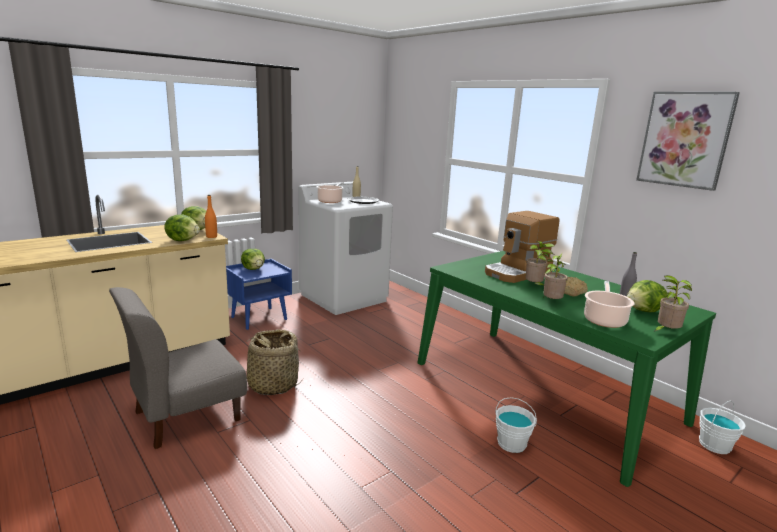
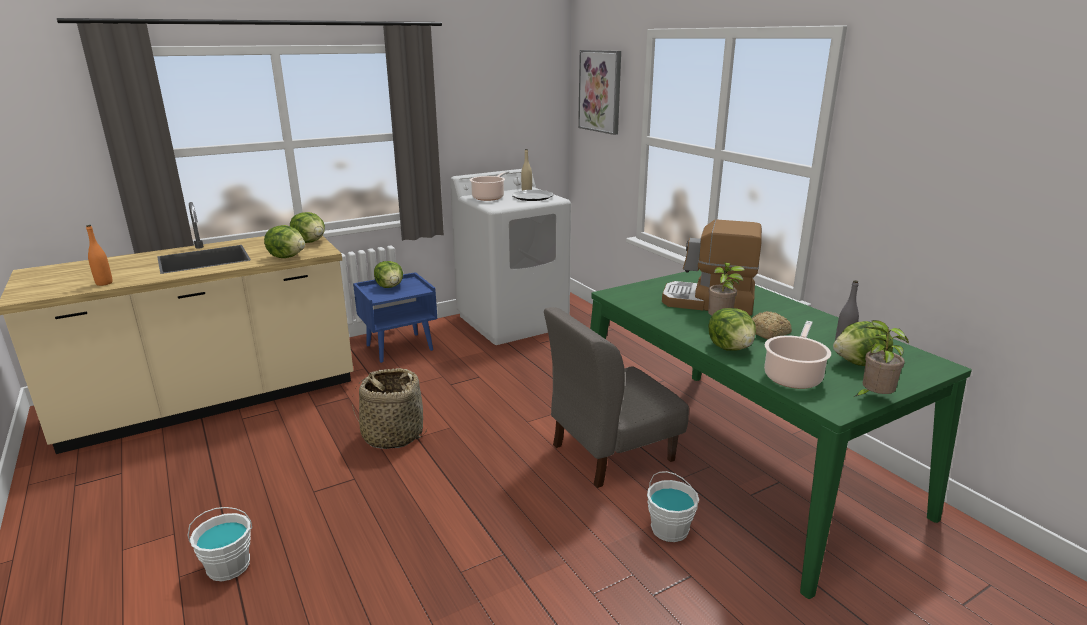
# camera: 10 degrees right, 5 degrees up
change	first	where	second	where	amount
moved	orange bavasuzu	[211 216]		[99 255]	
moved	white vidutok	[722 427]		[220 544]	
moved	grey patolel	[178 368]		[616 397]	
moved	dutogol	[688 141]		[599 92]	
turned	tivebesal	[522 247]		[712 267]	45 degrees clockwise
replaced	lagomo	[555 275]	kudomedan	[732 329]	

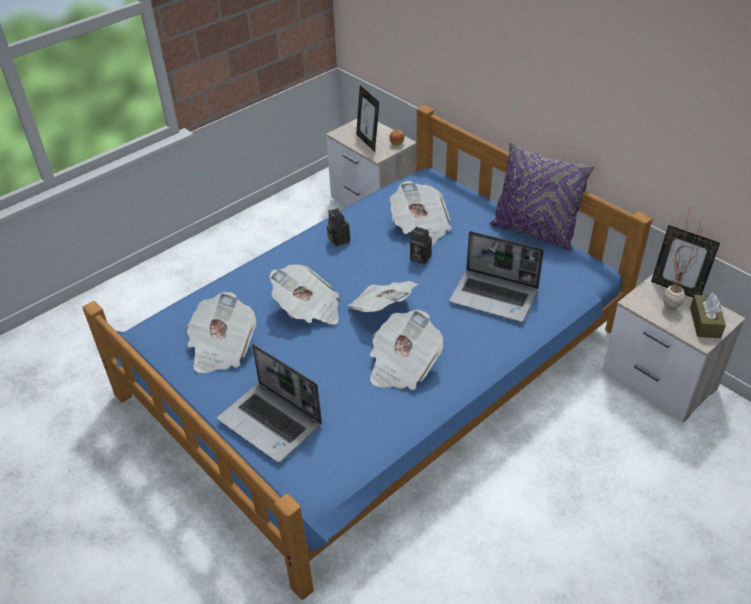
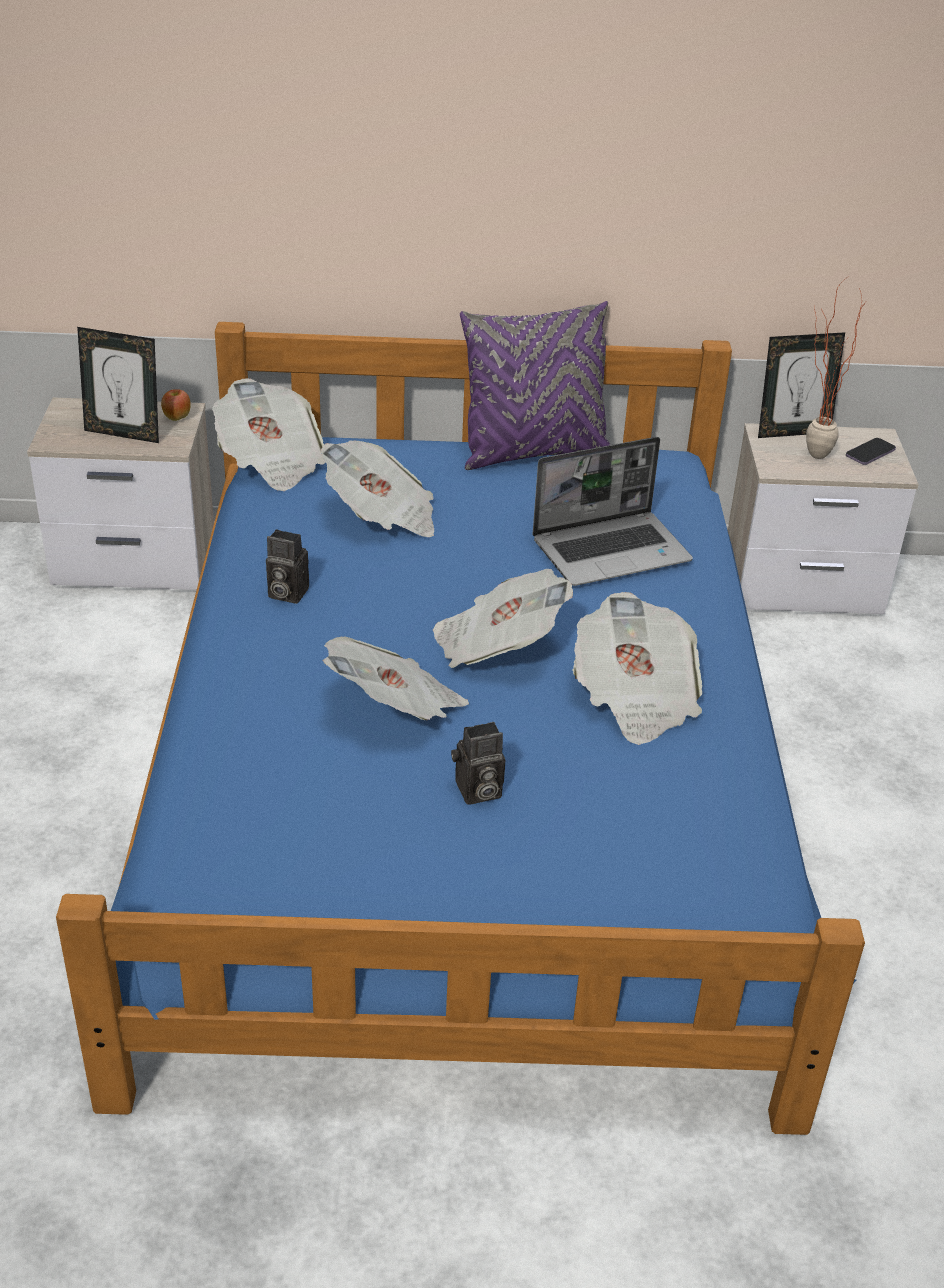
# camera: 50 degrees left, 5 degrees down
change	first	where	second	where	amount
moved	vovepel	[221 332]		[268 434]	
moved	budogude	[421 245]		[478 763]	
replaced	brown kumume	[708 315]	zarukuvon	[871 451]	
removed	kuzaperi	[269 403]			

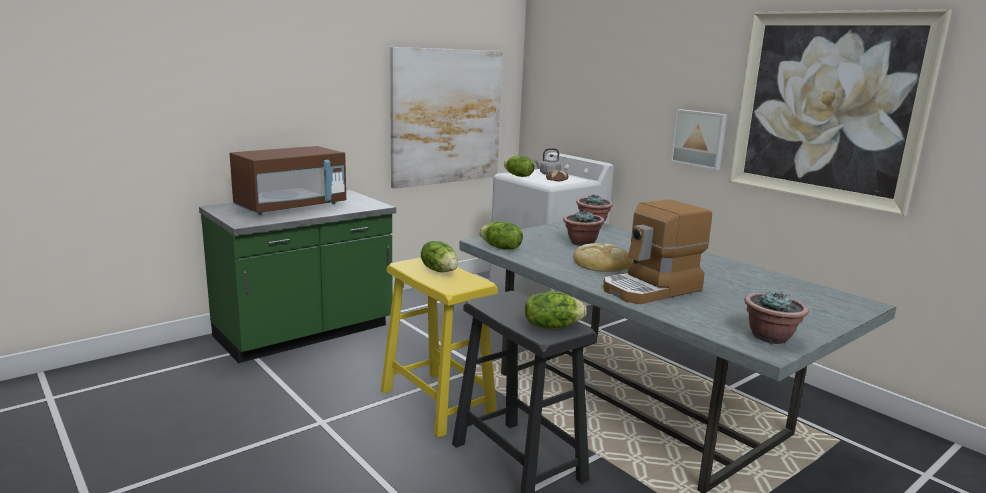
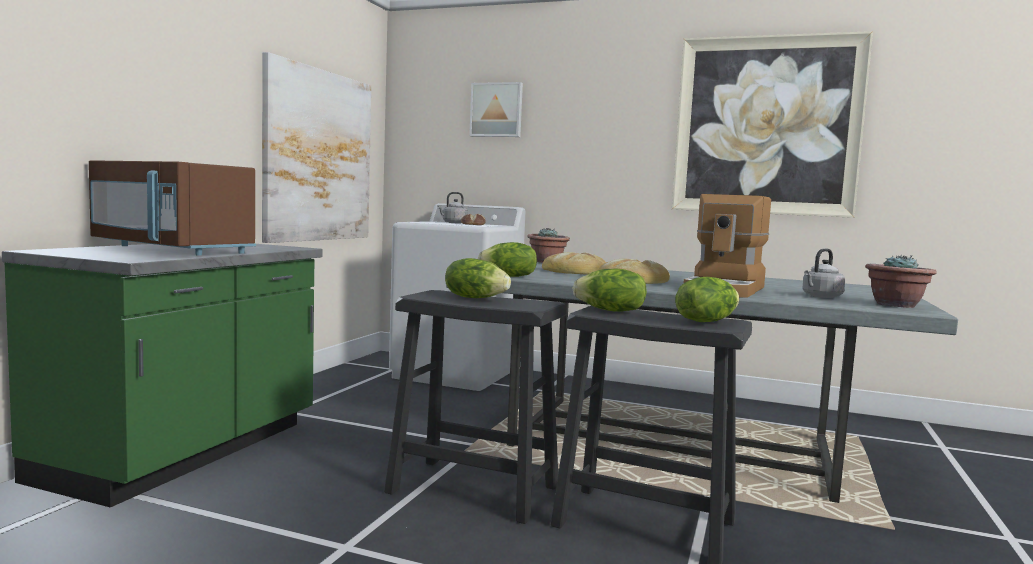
# camera: 30 degrees left, 10 degrees down
change	first	where	second	where	amount
turned	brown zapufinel	[288 180]		[172 208]	105 degrees clockwise
recoloured	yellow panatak	[439 347]	black panatak	[475 407]	
moved	dutogol	[699 139]		[496 109]	
replaced	lagomo	[584 228]	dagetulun	[574 263]	
moved	kudomedan	[519 166]		[610 290]	
added			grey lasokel	[823 273]	

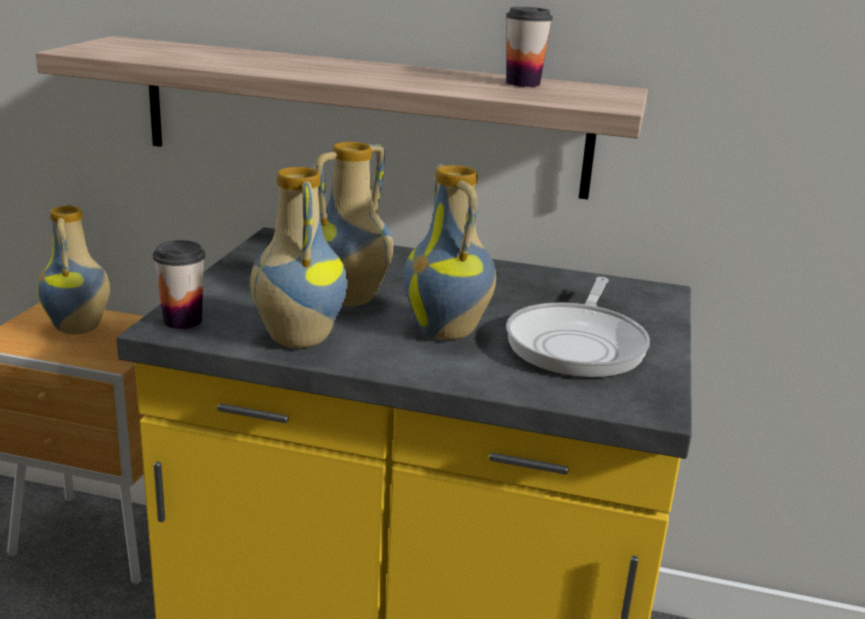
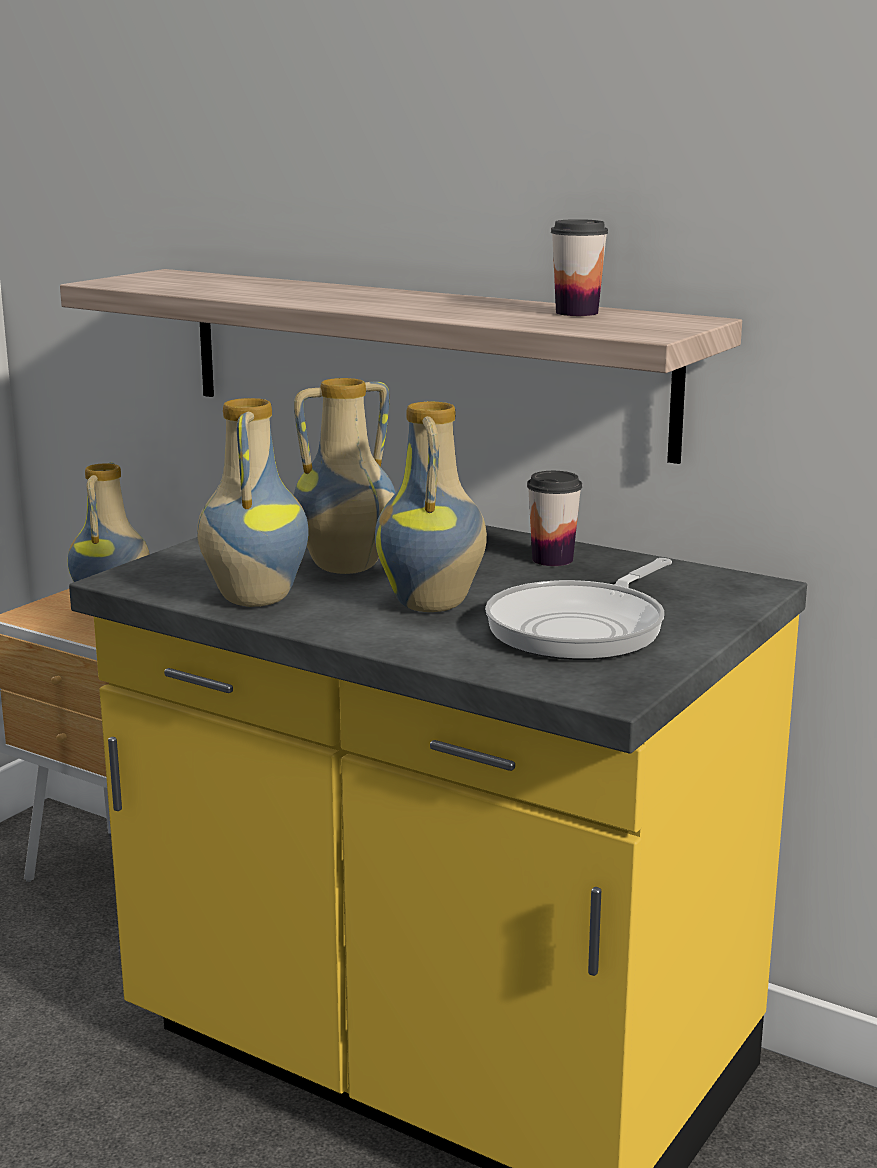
# camera: 20 degrees right, 5 degrees down
change	first	where	second	where	amount
moved	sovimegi	[179 284]		[554 518]	

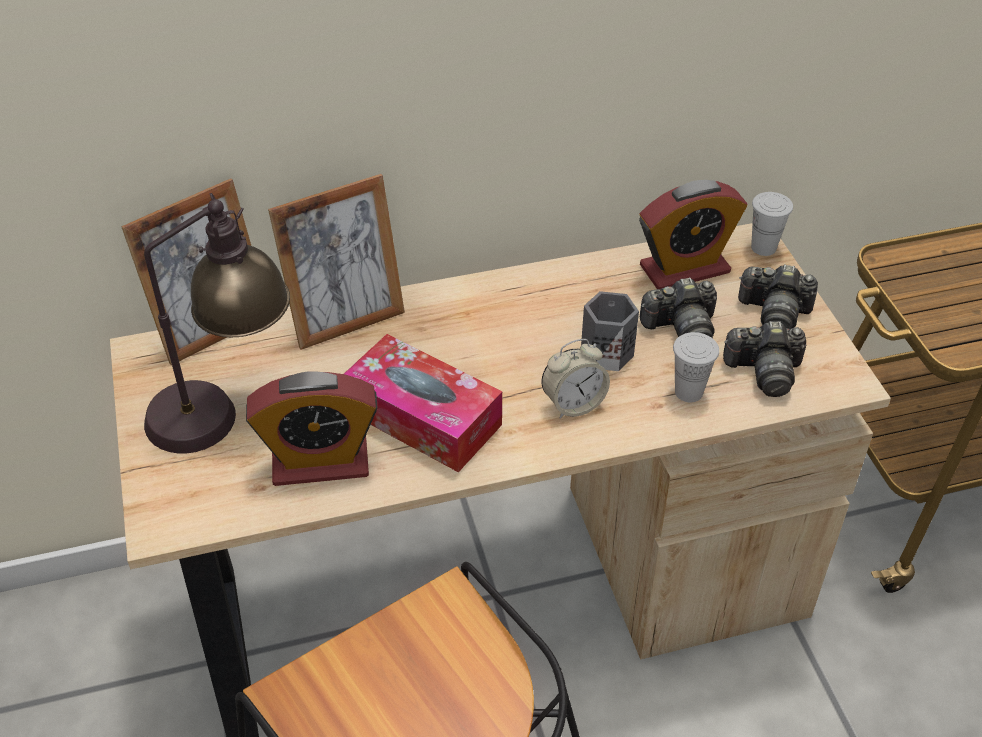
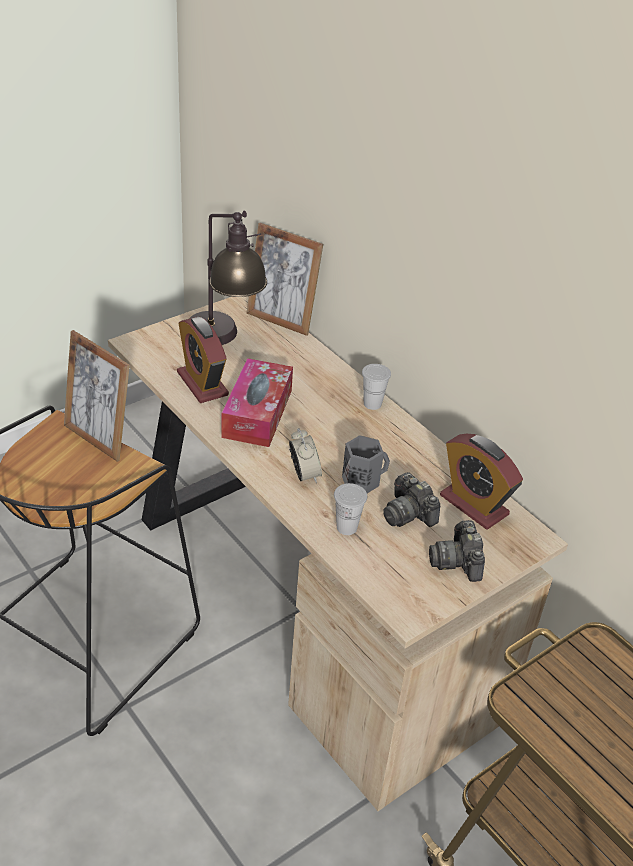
# camera: 65 degrees right, 5 degrees down
change	first	where	second	where	amount
moved	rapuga	[336 262]		[97 396]	
turned	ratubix	[575 378]		[305 455]	150 degrees counterclockwise
moved	white sovimegi	[772 224]		[376 387]	
removed	budogude	[764 359]			

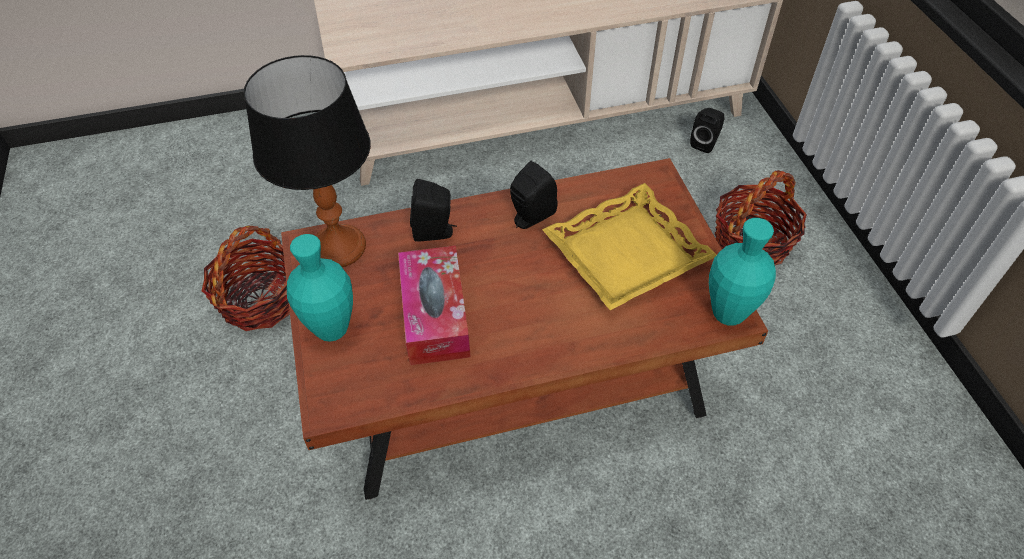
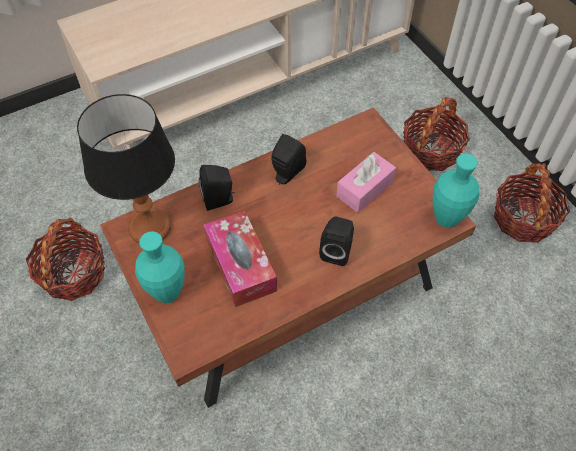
# camera: 15 degrees left, 5 degrees up
change	first	where	second	where	amount
moved	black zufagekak	[707 130]		[336 241]	
replaced	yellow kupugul	[629 246]	pink kumume	[366 182]	
added			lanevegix	[532 203]	

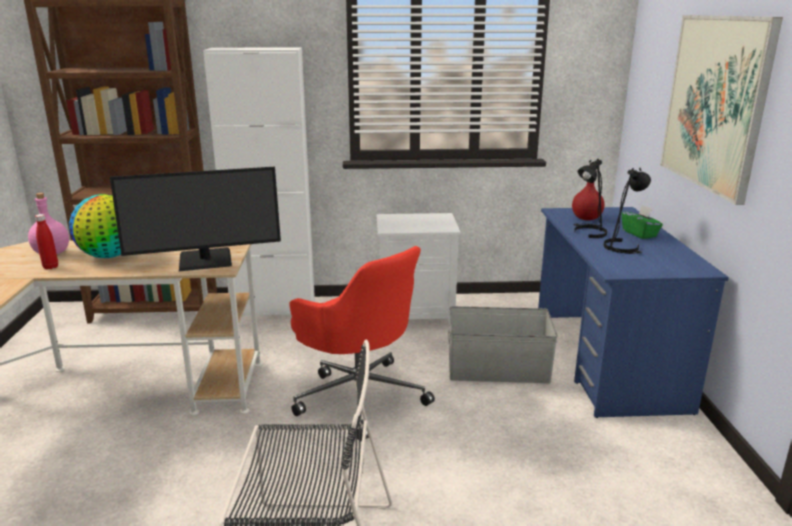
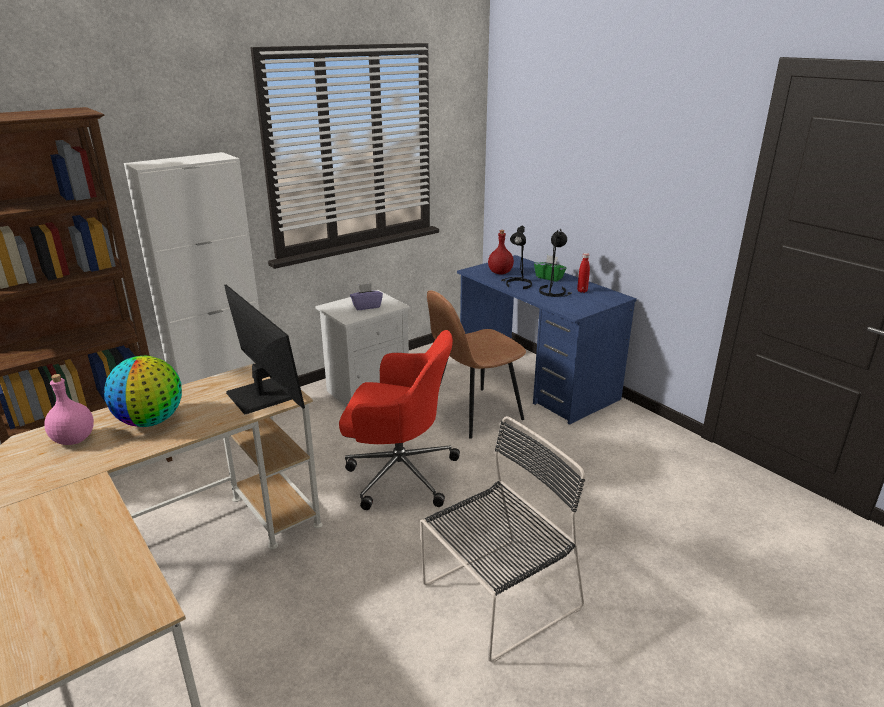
# camera: 35 degrees left, 5 degrees up
change	first	where	second	where	amount
turned	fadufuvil	[195 219]		[264 350]	75 degrees counterclockwise
added			purple kumume	[366 296]	
replaced	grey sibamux	[503 344]	brown patolel	[476 364]	
moved	red bavasuzu	[46 241]		[583 273]	
removed	dutogol	[721 110]			

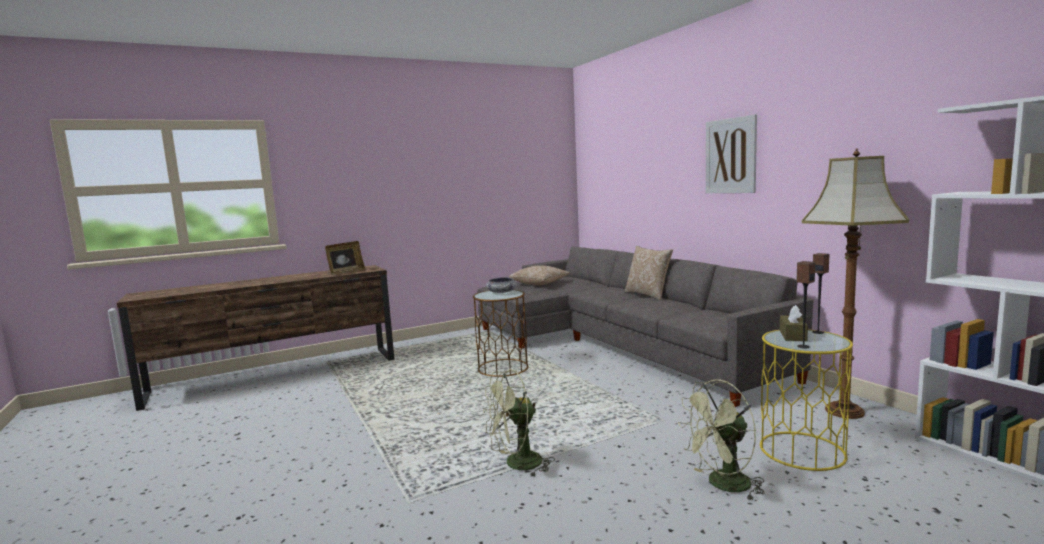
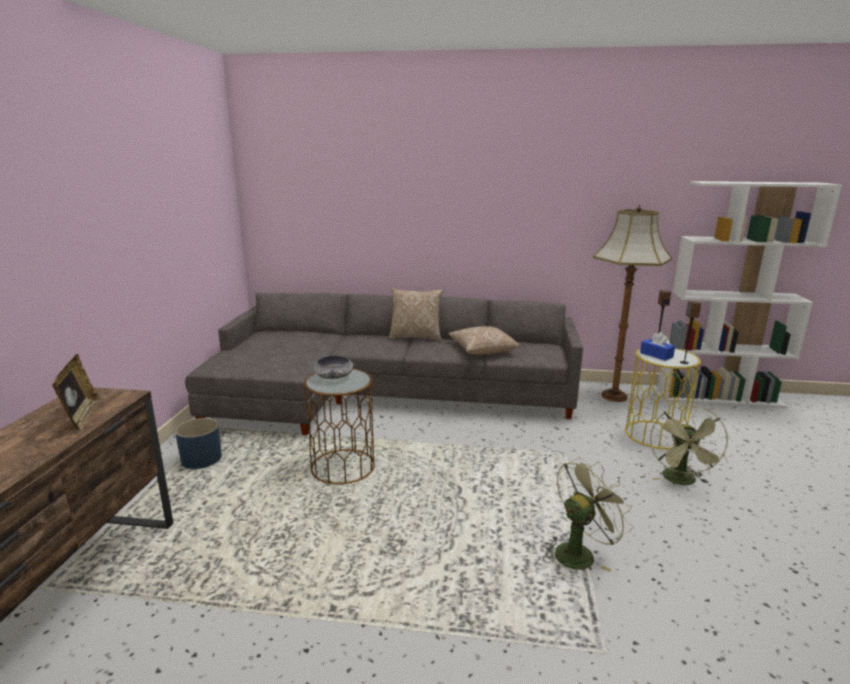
# camera: 55 degrees left, 10 degrees up
change	first	where	second	where	amount
added			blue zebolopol	[198 443]	
moved	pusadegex	[539 275]		[483 340]	
turned	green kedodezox	[519 423]		[588 514]	135 degrees counterclockwise
recoloured	brown kumume	[794 323]	blue kumume	[657 346]	
removed	dutogol	[731 153]			

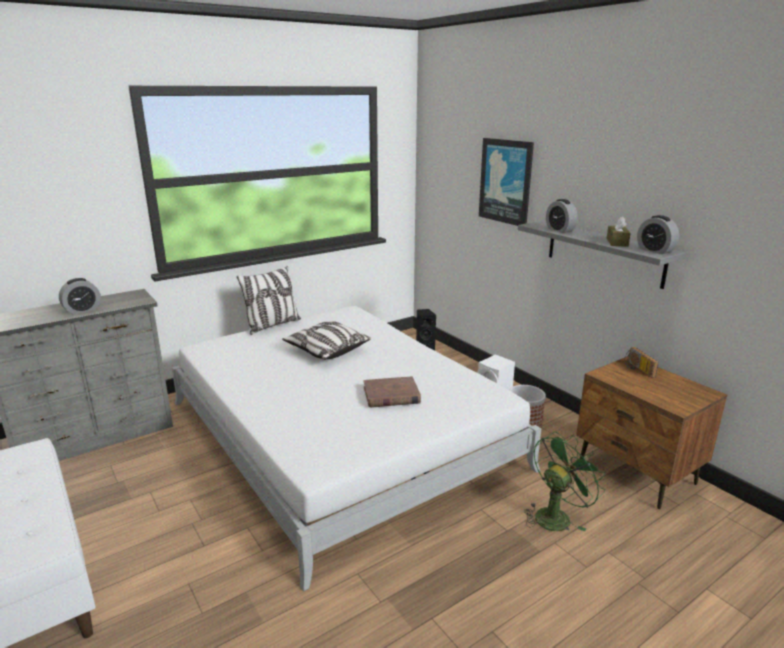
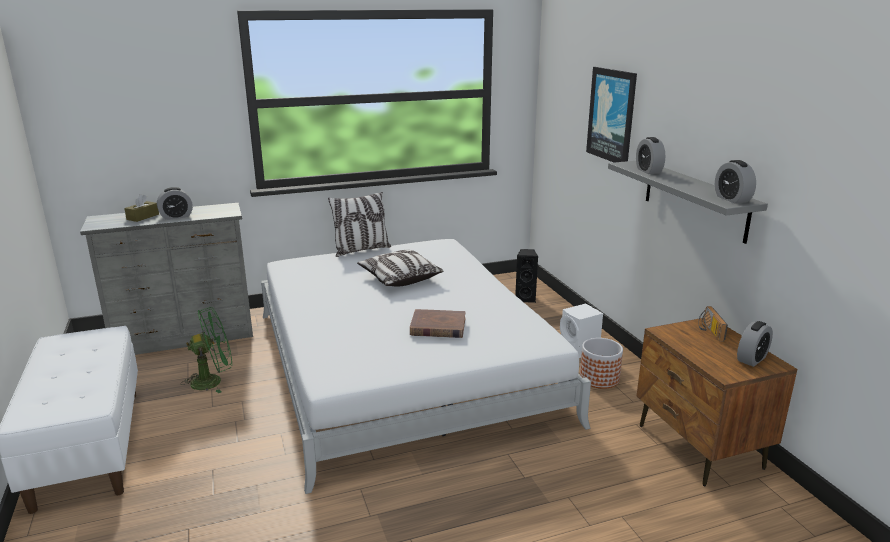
# camera: 15 degrees right, 0 degrees up
change	first	where	second	where	amount
moved	brown kumume	[619 231]		[141 208]	
moved	green kedodezox	[564 481]		[206 350]	
added			ratubix	[755 344]	

